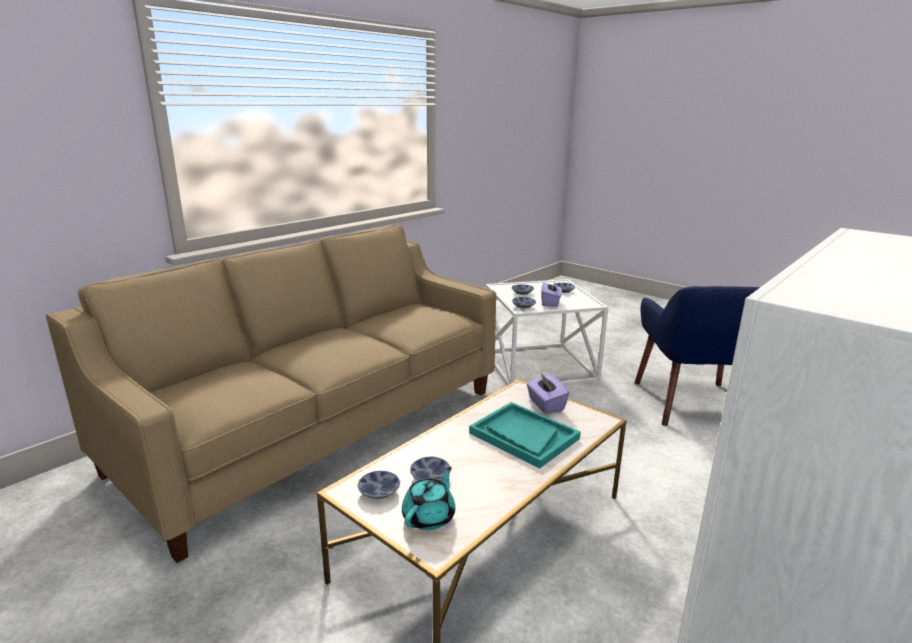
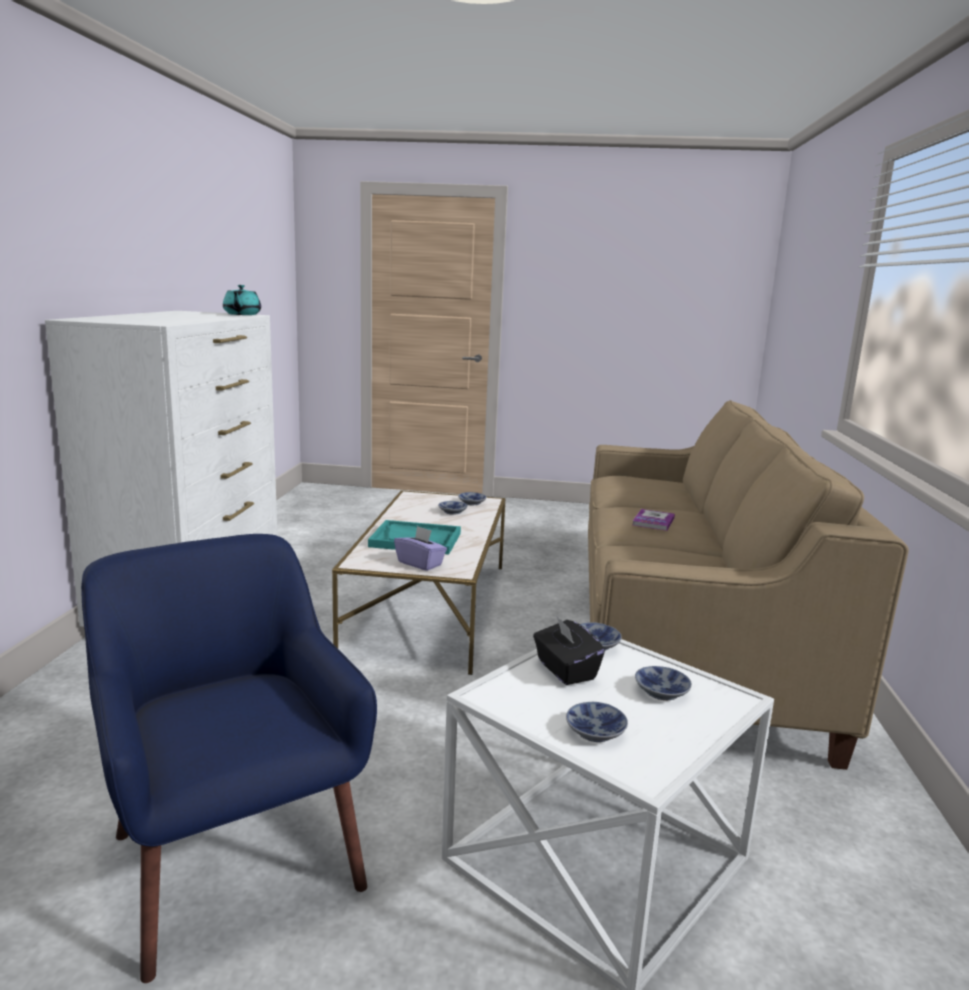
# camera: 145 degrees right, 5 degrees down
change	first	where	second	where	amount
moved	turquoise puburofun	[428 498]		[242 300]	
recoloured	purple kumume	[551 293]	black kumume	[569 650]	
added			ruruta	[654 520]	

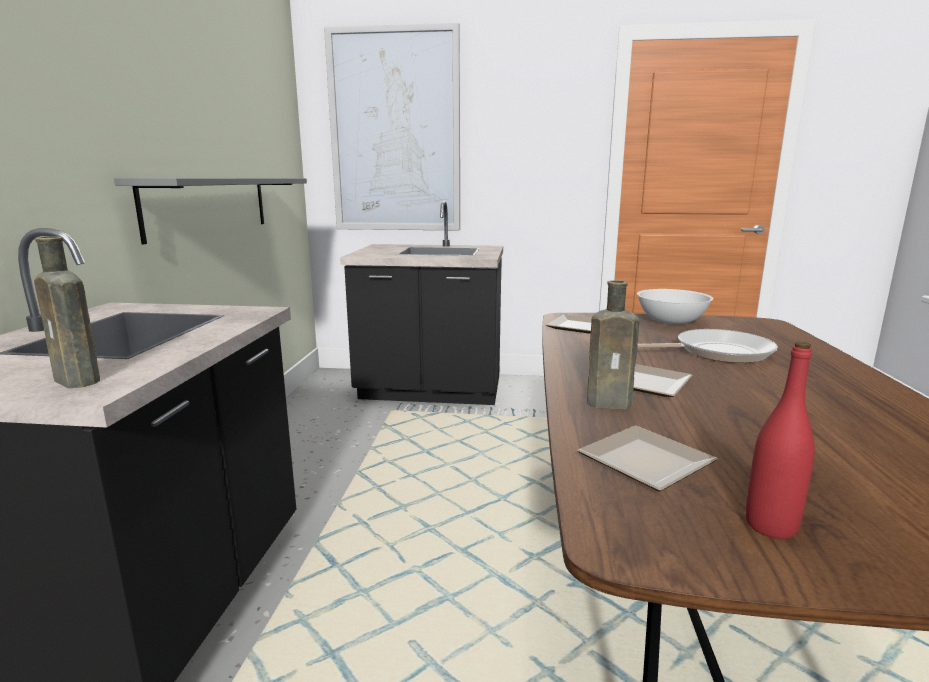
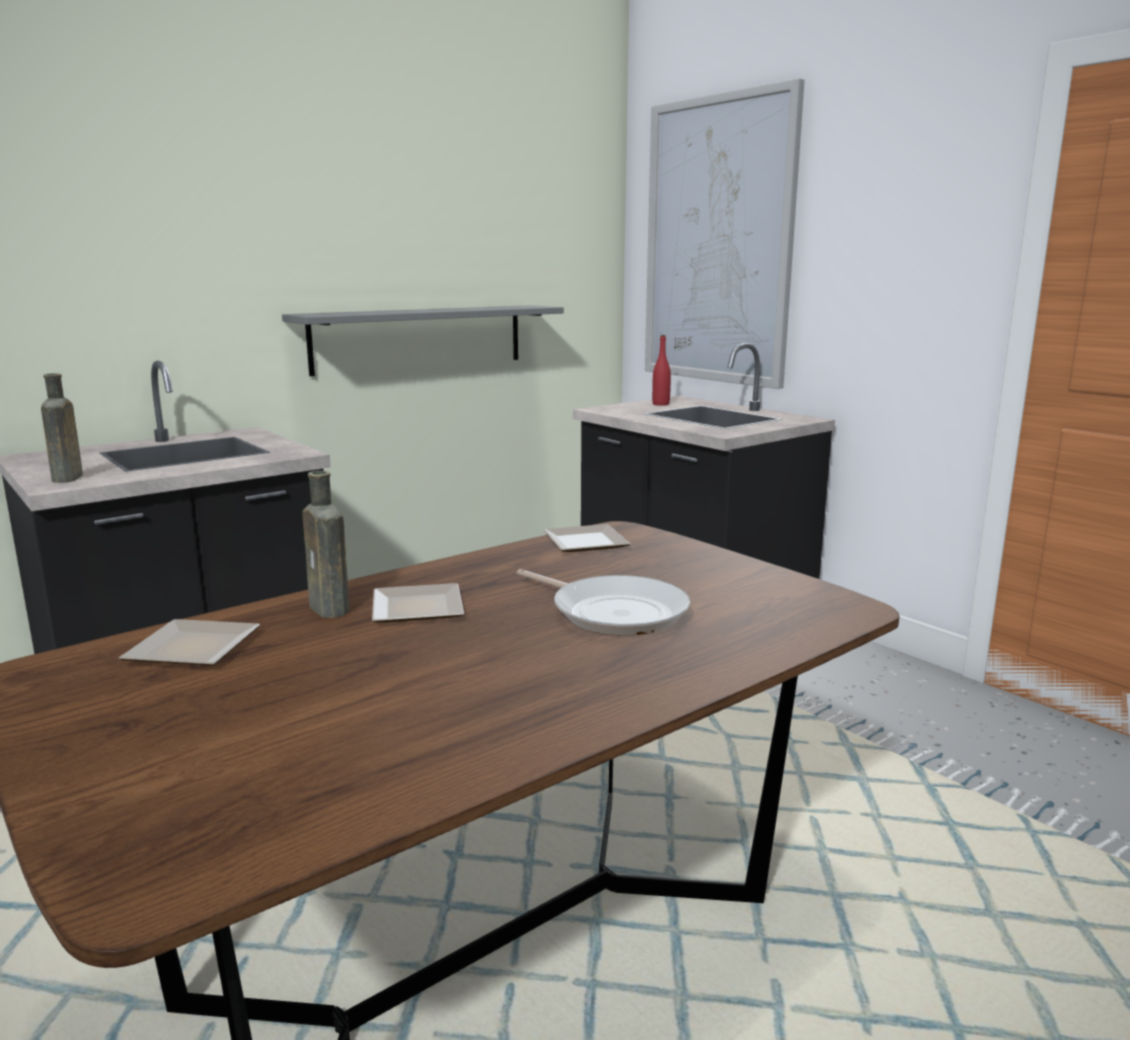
# camera: 45 degrees right, 0 degrees up
change	first	where	second	where	amount
moved	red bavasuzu	[780 440]		[661 370]	
removed	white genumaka	[675 306]			

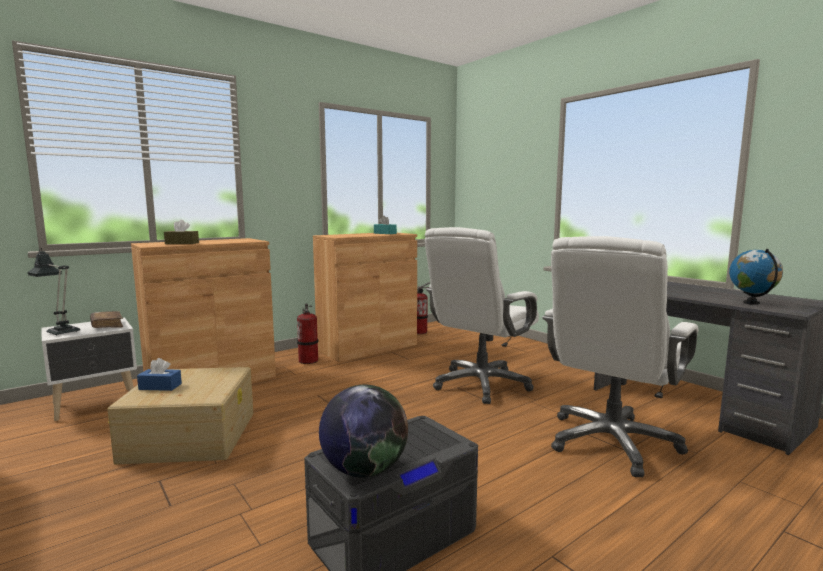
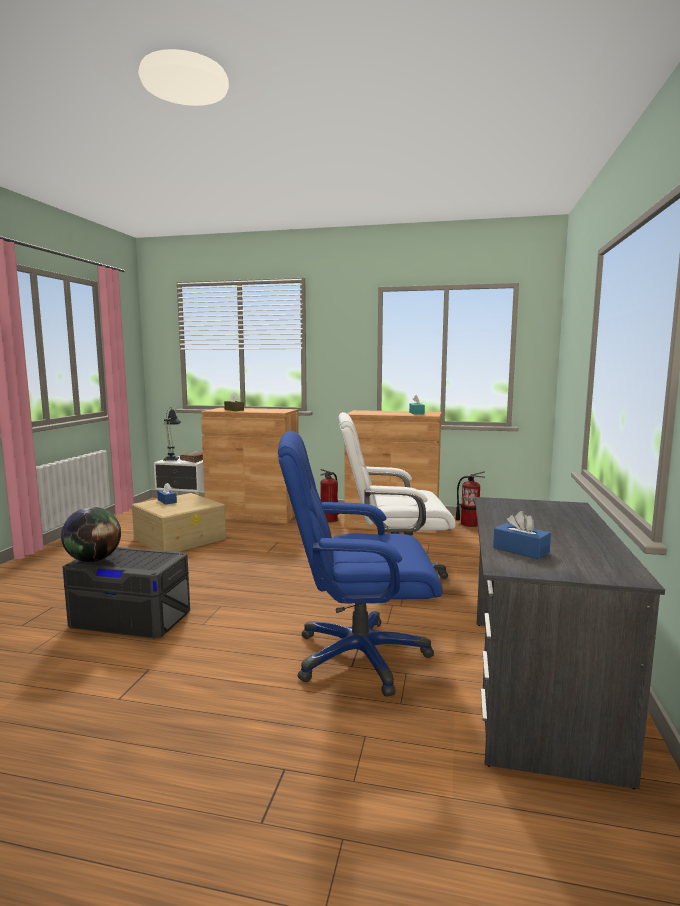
# camera: 50 degrees right, 0 degrees up
change	first	where	second	where	amount
recoloured	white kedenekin	[620 356]	blue kedenekin	[360 564]	
replaced	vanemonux	[756 277]	blue kumume	[522 535]	

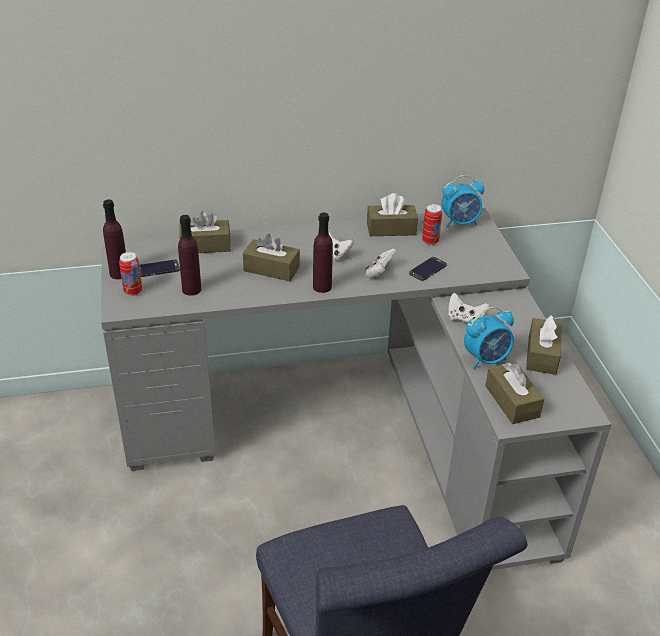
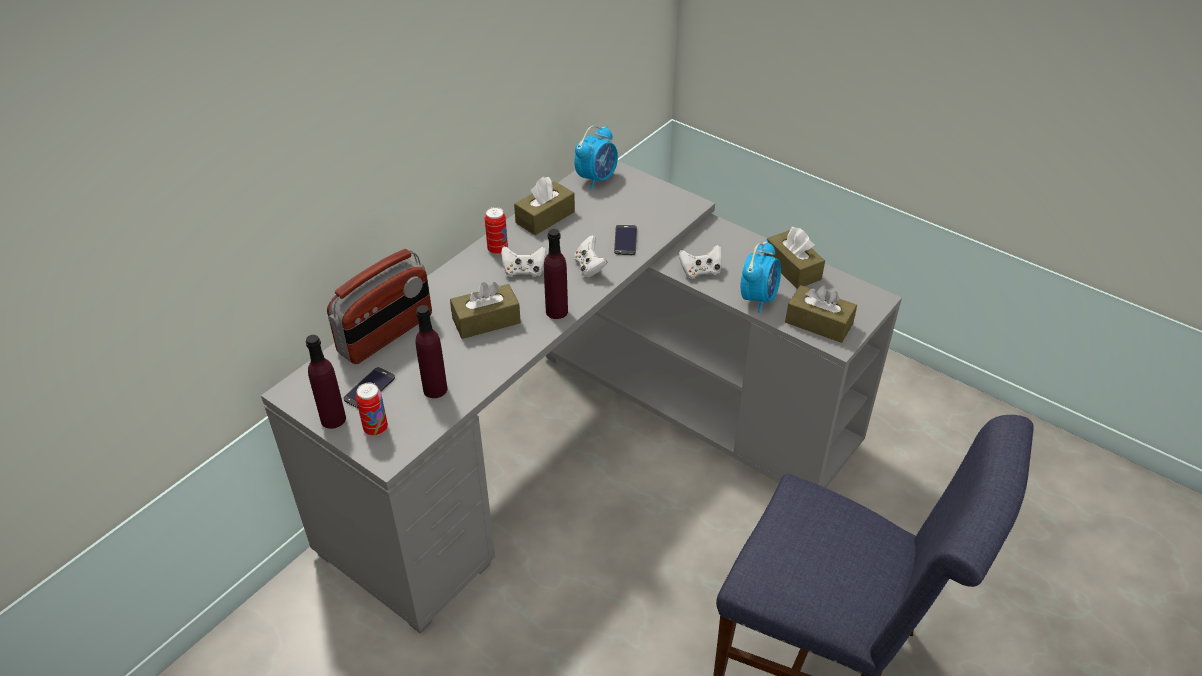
# camera: 40 degrees left, 5 degrees up
change	first	where	second	where	amount
replaced	brown kumume	[205 232]	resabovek	[379 306]	
moved	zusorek	[432 224]		[496 231]	

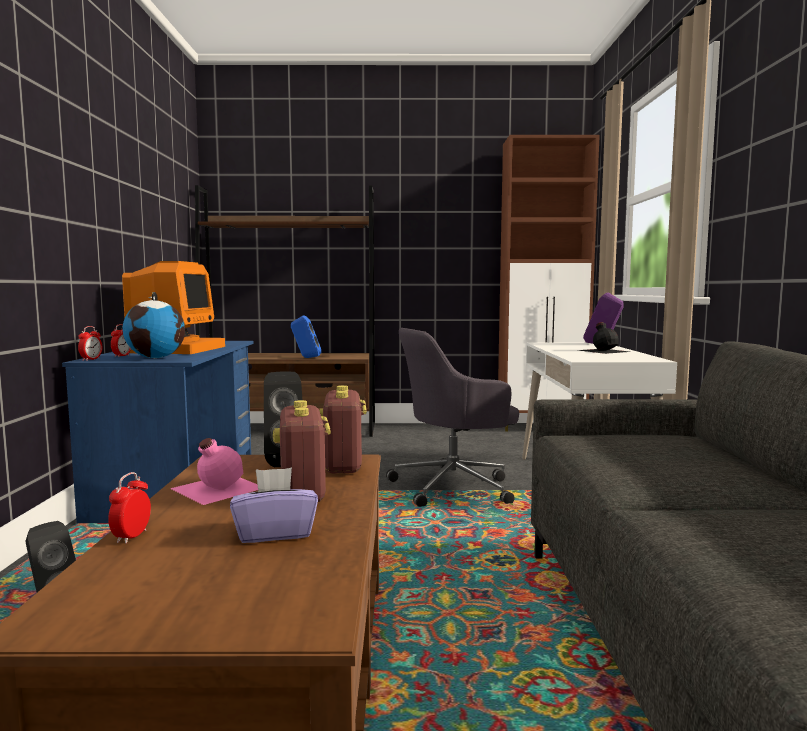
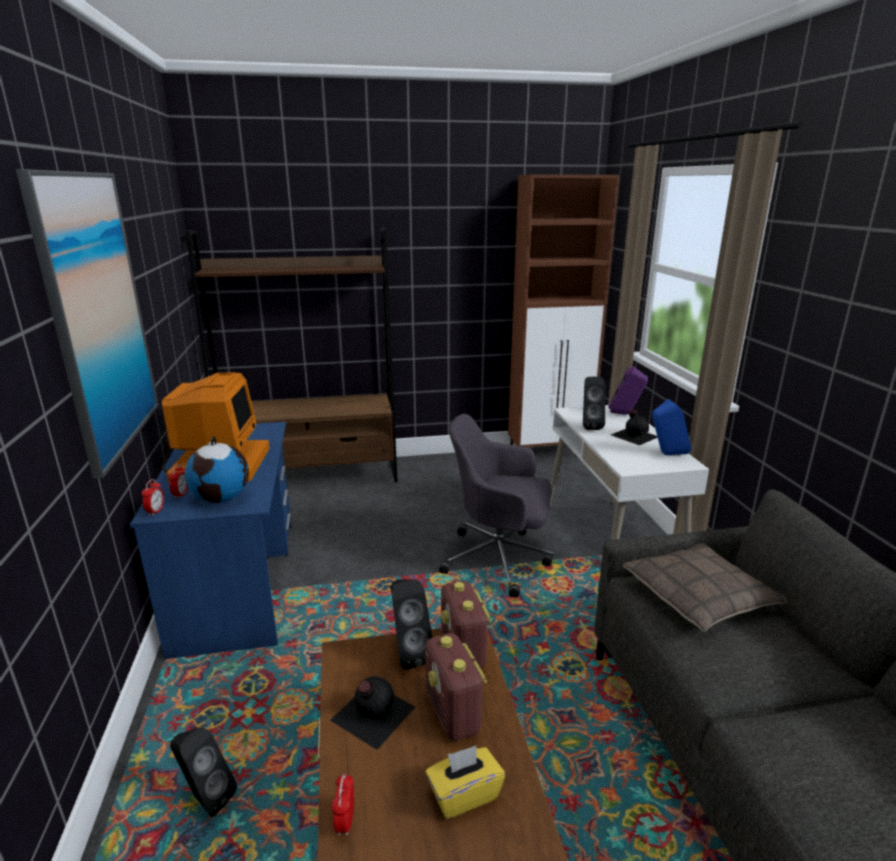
# camera: 10 degrees left, 15 degrees up
change	first	where	second	where	amount
added			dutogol	[87 324]	
recoloured	pink bavasuzu	[214 471]	black bavasuzu	[372 713]	
recoloured	purple kumume	[274 505]	yellow kumume	[465 782]	
turned	grey kedenekin	[452 417]		[496 506]	45 degrees clockwise
added			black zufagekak	[594 403]	
added			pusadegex	[705 587]	
moved	blue zufagekak	[306 337]		[671 427]	

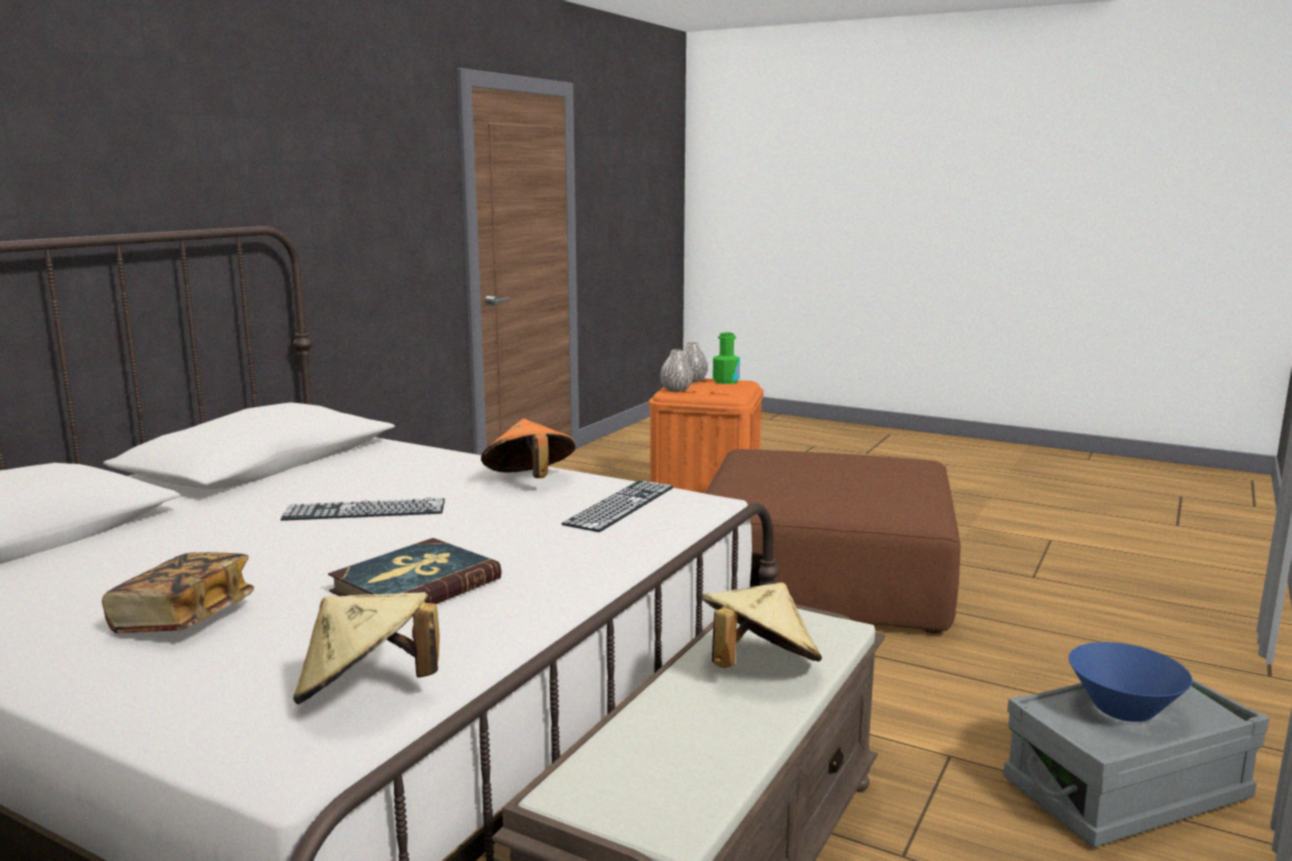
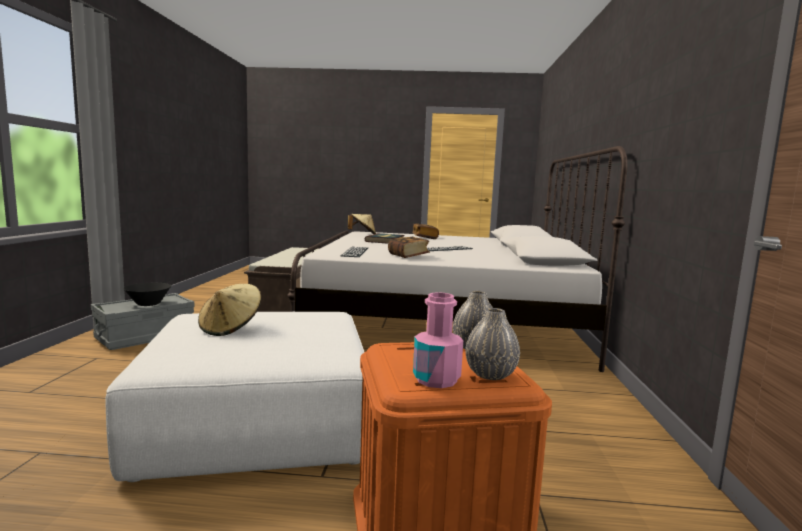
# camera: 155 degrees right, 5 degrees down
change	first	where	second	where	amount
recoloured	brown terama	[832 541]	white terama	[235 397]	
recoloured	blue genumaka	[1131 682]	black genumaka	[147 294]	
moved	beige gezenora	[762 625]		[229 310]	
replaced	orange gezenora	[528 448]	ruruta	[409 247]	
recoloured	green bavasuzu	[726 358]	pink bavasuzu	[438 340]	

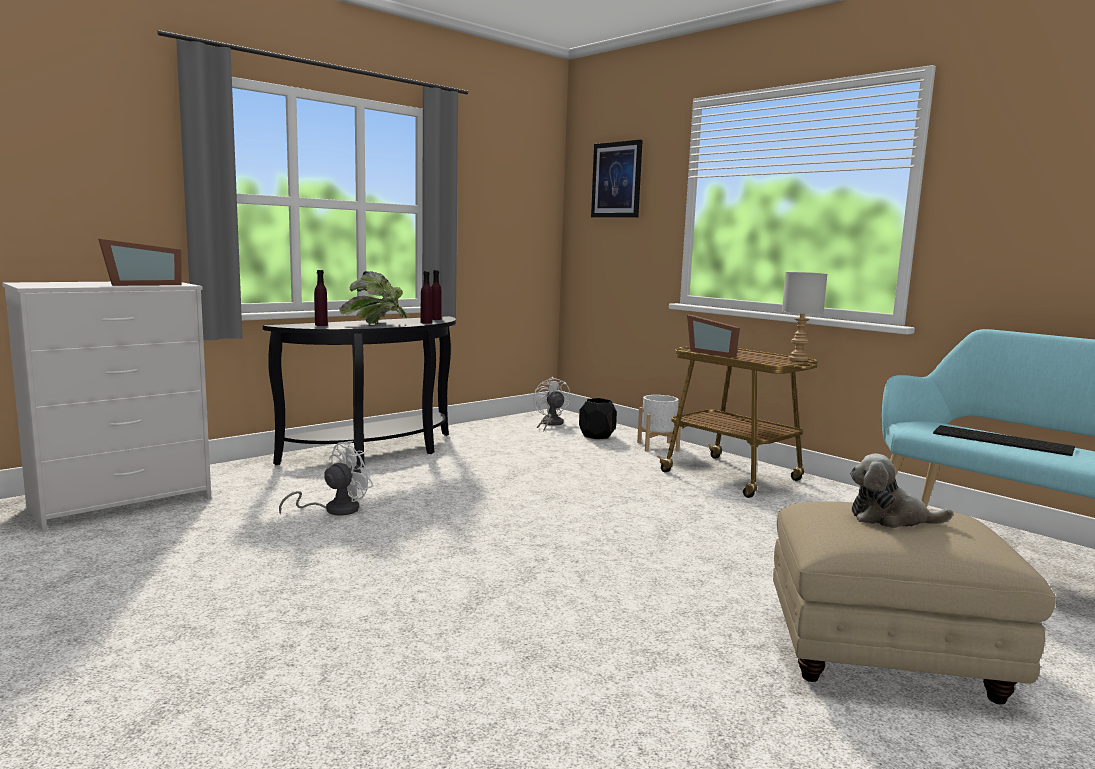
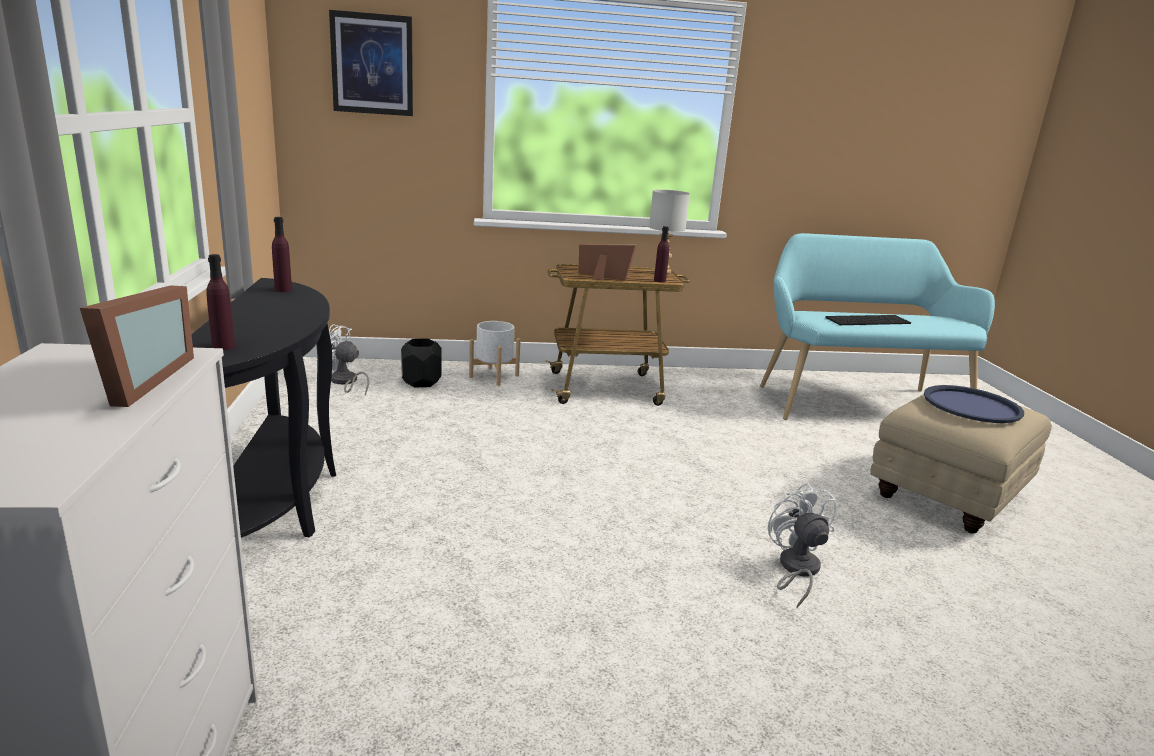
# camera: 55 degrees left, 10 degrees up
change	first	where	second	where	amount
turned	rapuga	[713 336]		[608 262]	150 degrees counterclockwise
moved	purple bavasuzu	[426 297]		[661 254]	
moved	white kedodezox	[326 478]		[802 545]	
replaced	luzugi	[901 491]	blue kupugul	[974 404]	
removed	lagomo	[374 297]			

